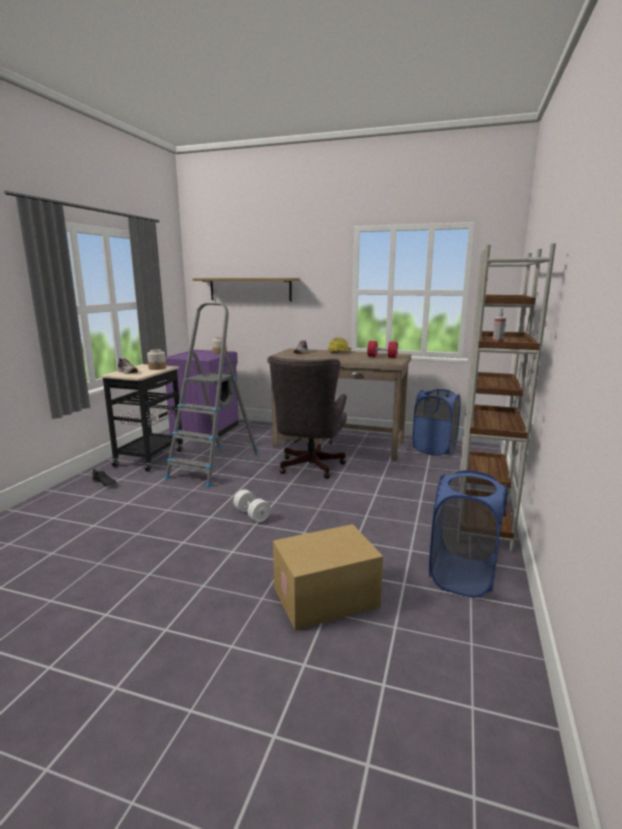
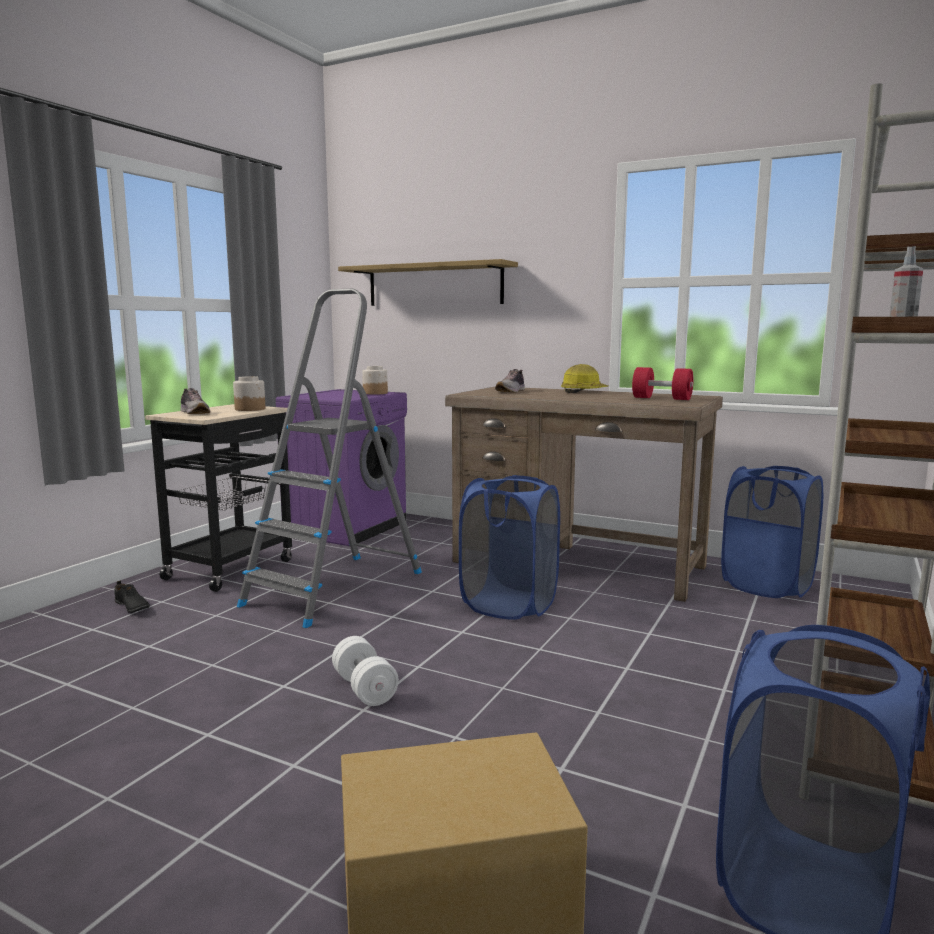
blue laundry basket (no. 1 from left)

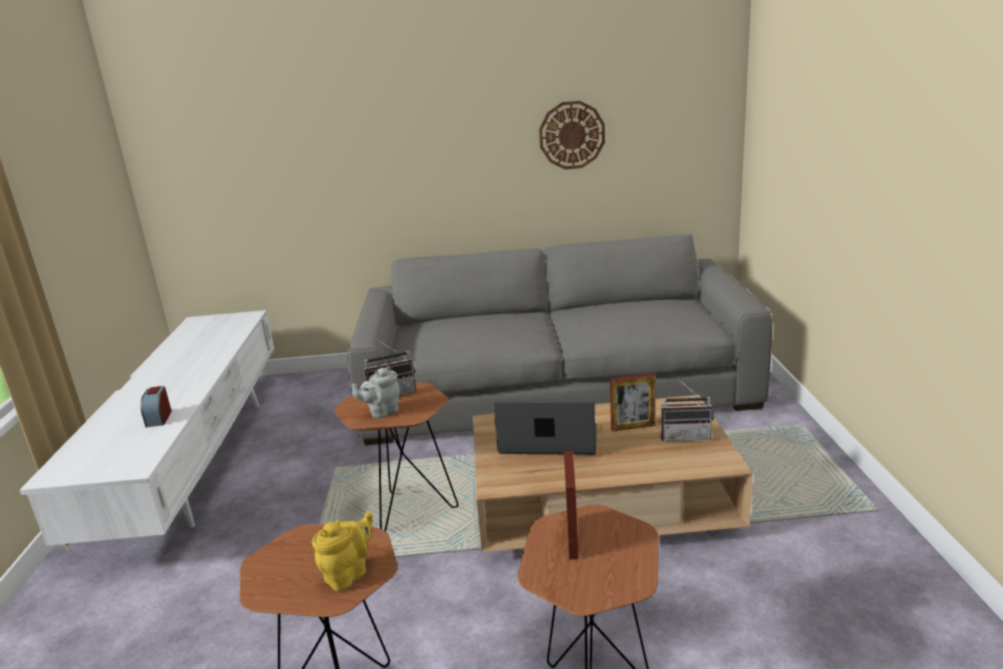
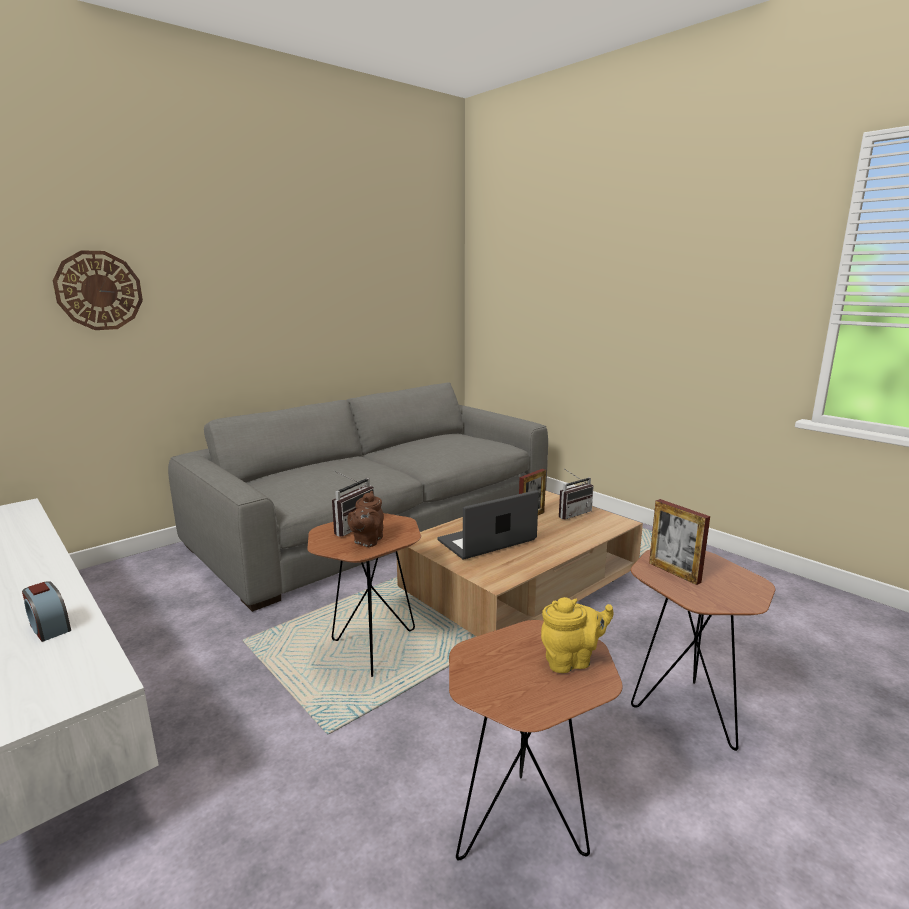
wall clock; brown teapot; yellow teapot

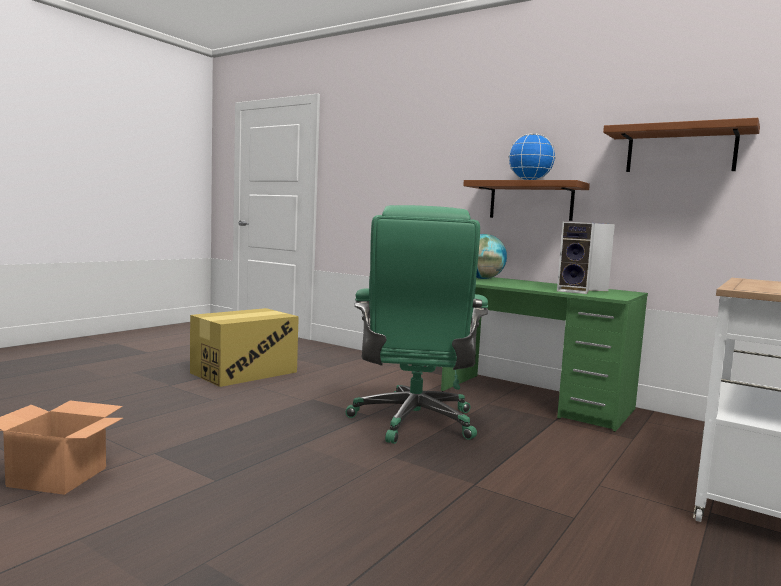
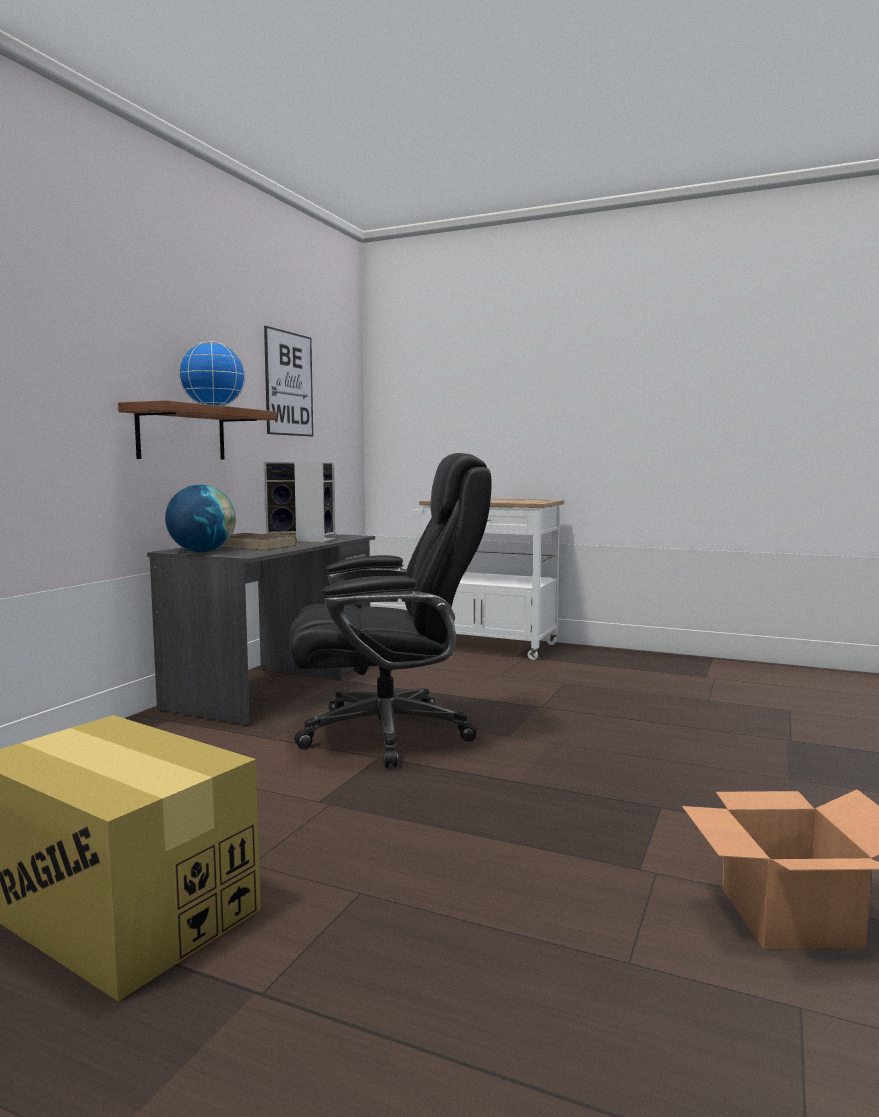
brown book; picture; black office chair; grey desk

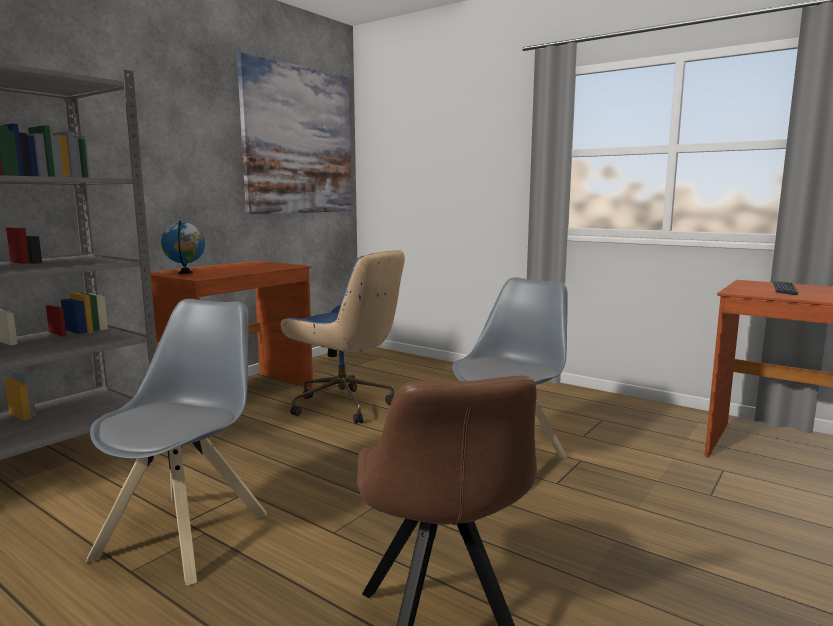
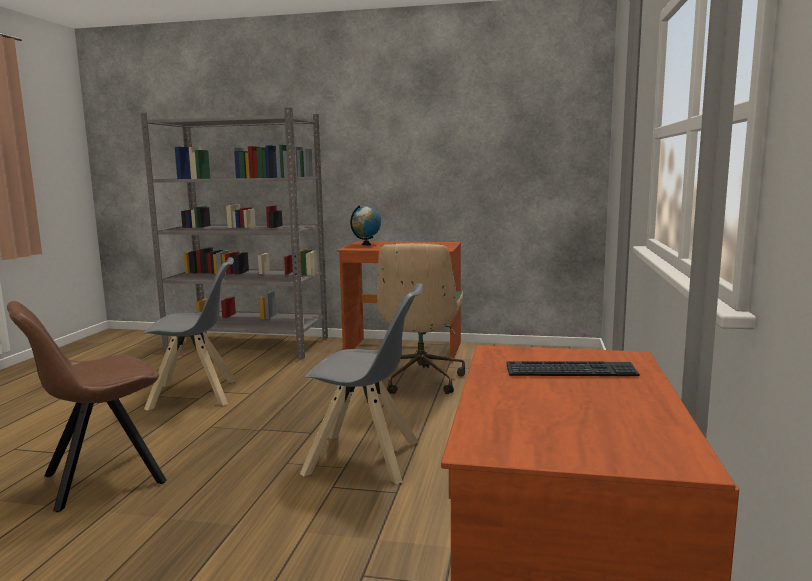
picture; green office chair

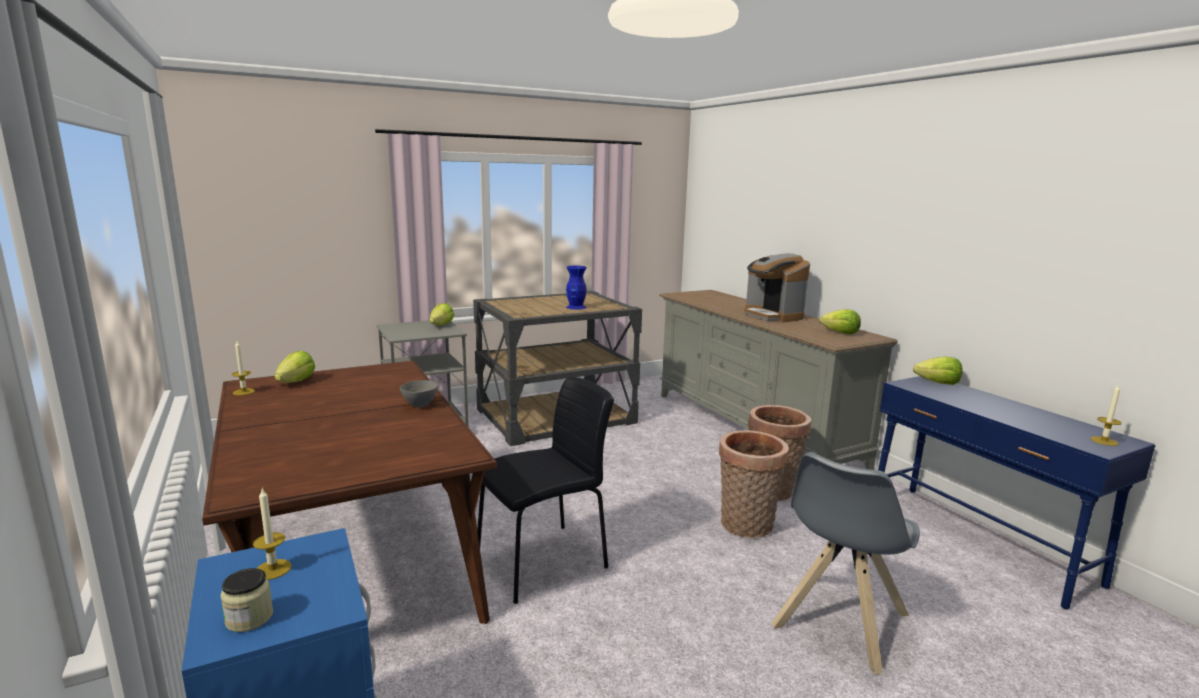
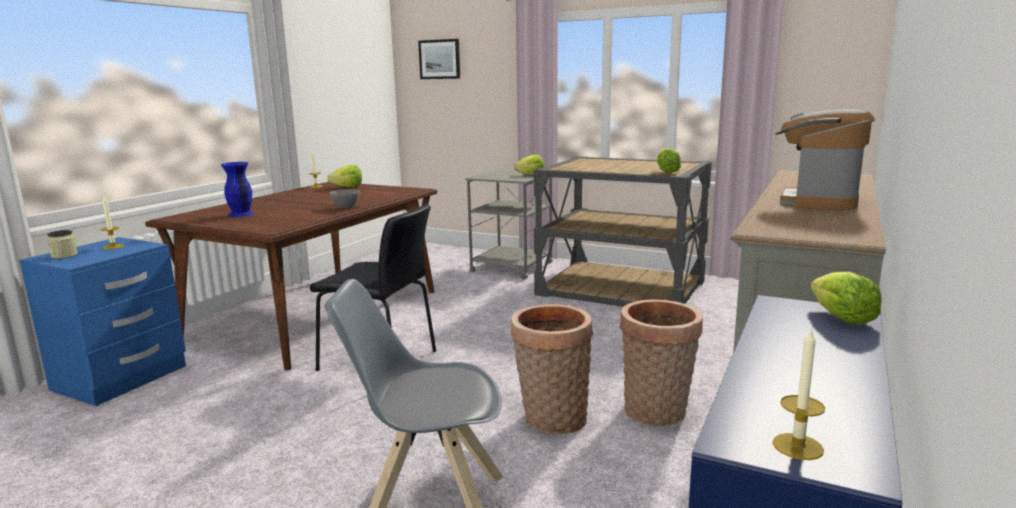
picture; blue vase; lettuce (no. 3 from left)

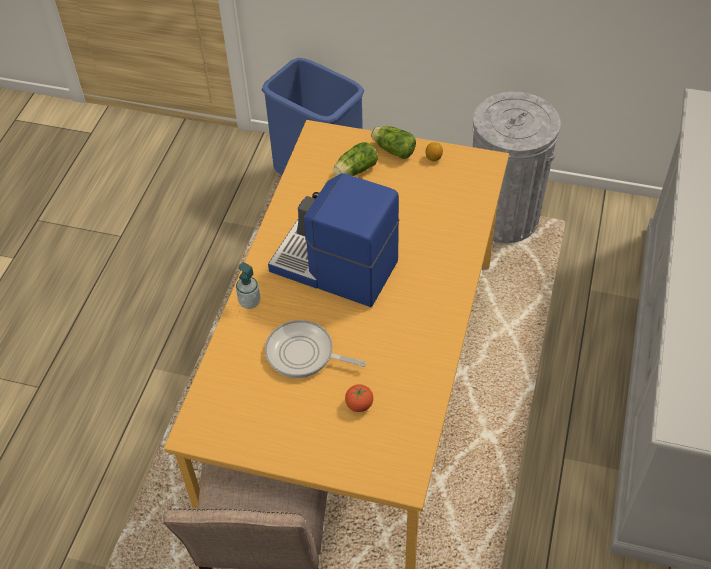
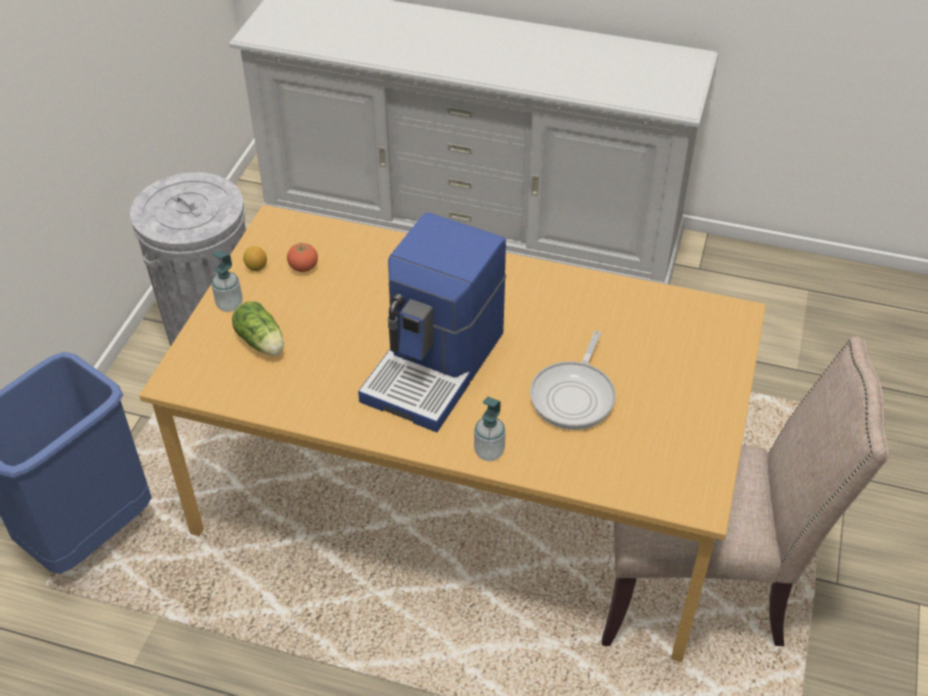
tomato; soap dispenser (no. 1 from left)

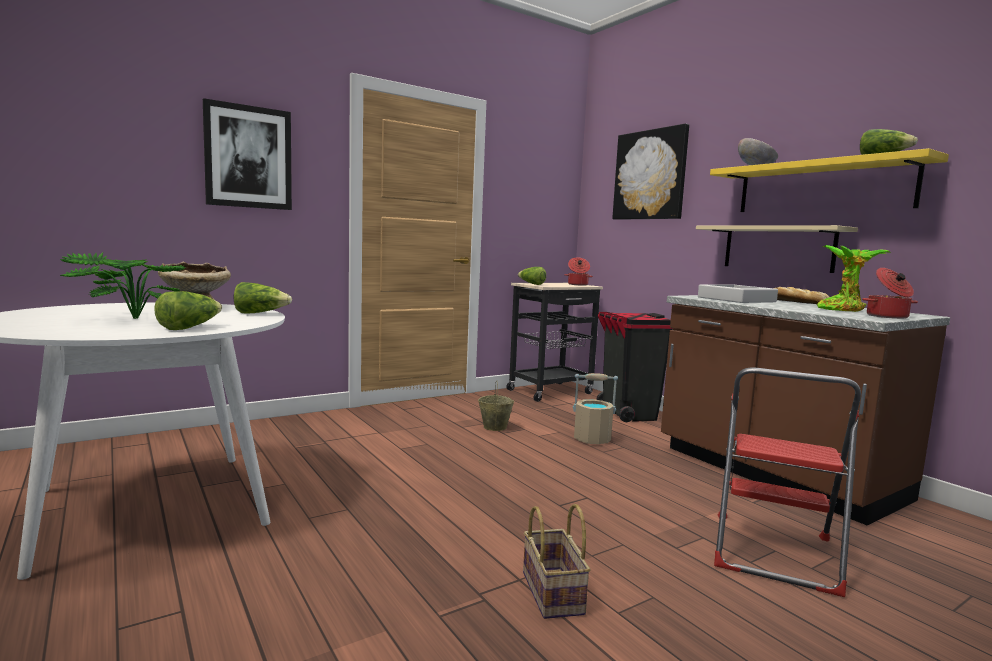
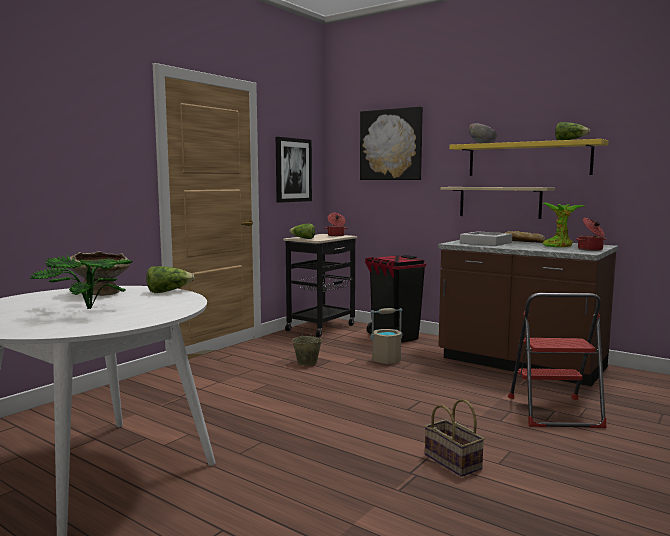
lettuce (no. 1 from left in the first image); picture (no. 1 from left)

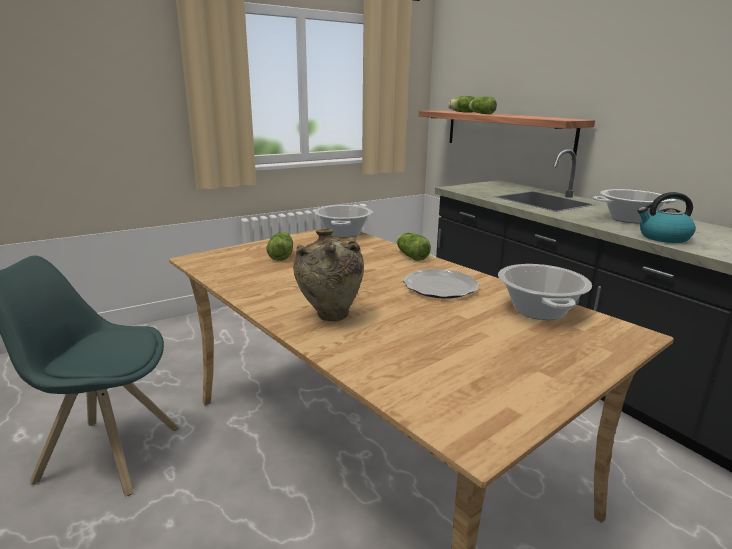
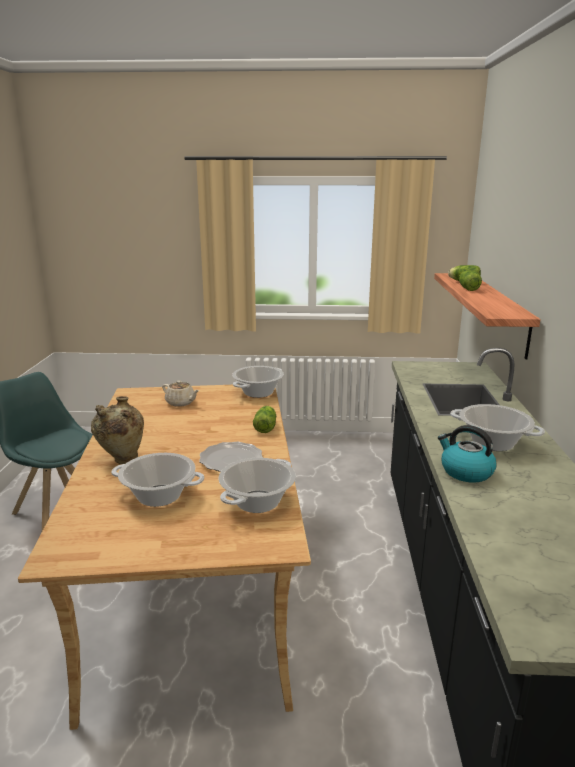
cooking pot (no. 1 from left); beige teapot

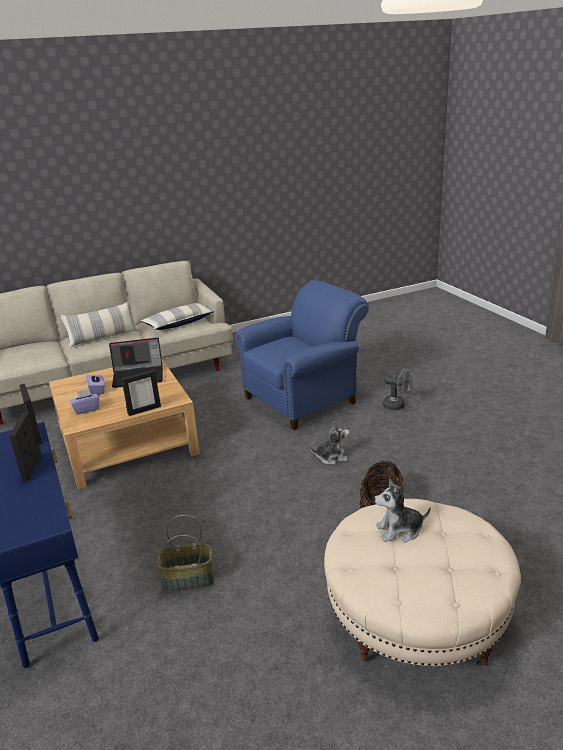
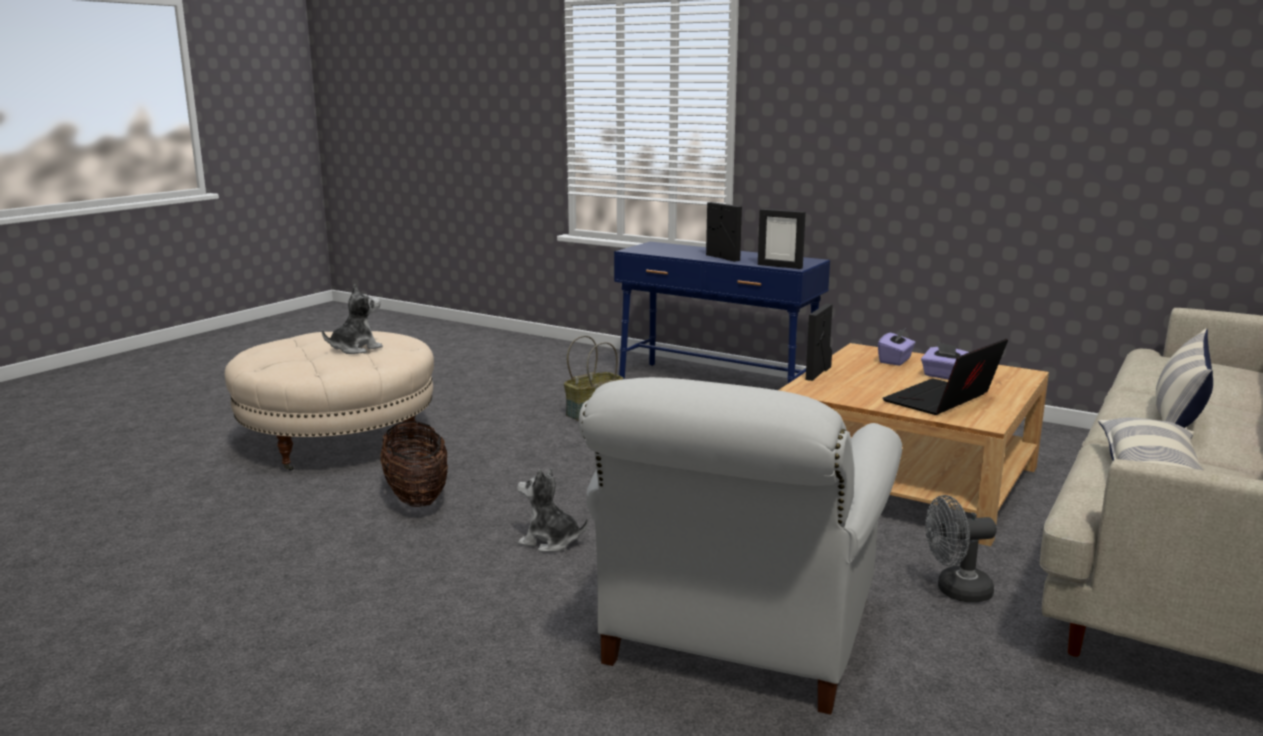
grey fan; white armchair; plush toy (no. 2 from left)

